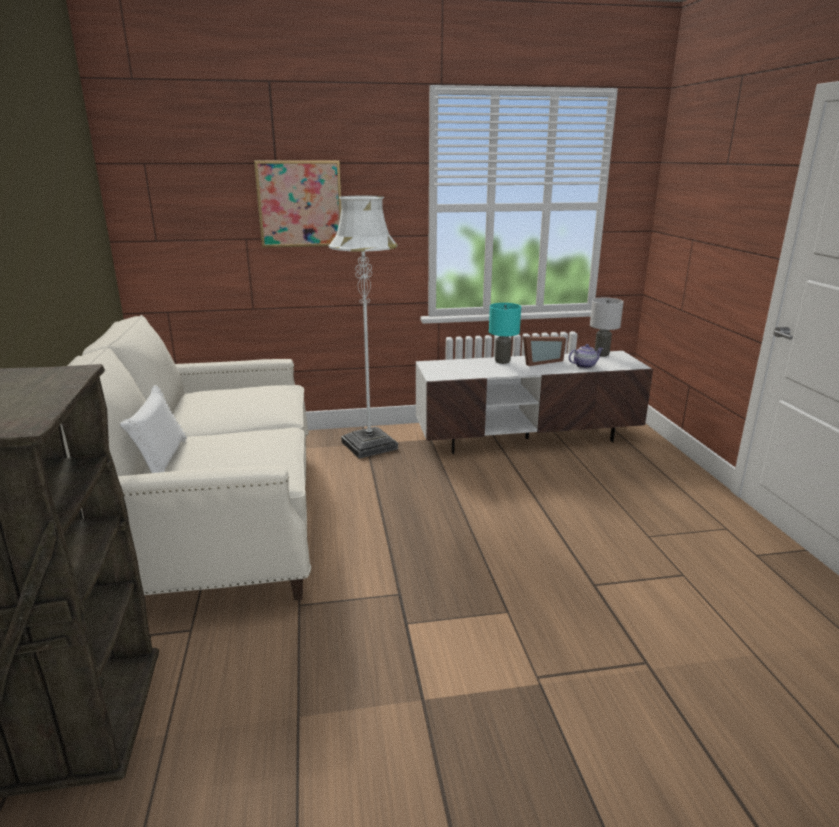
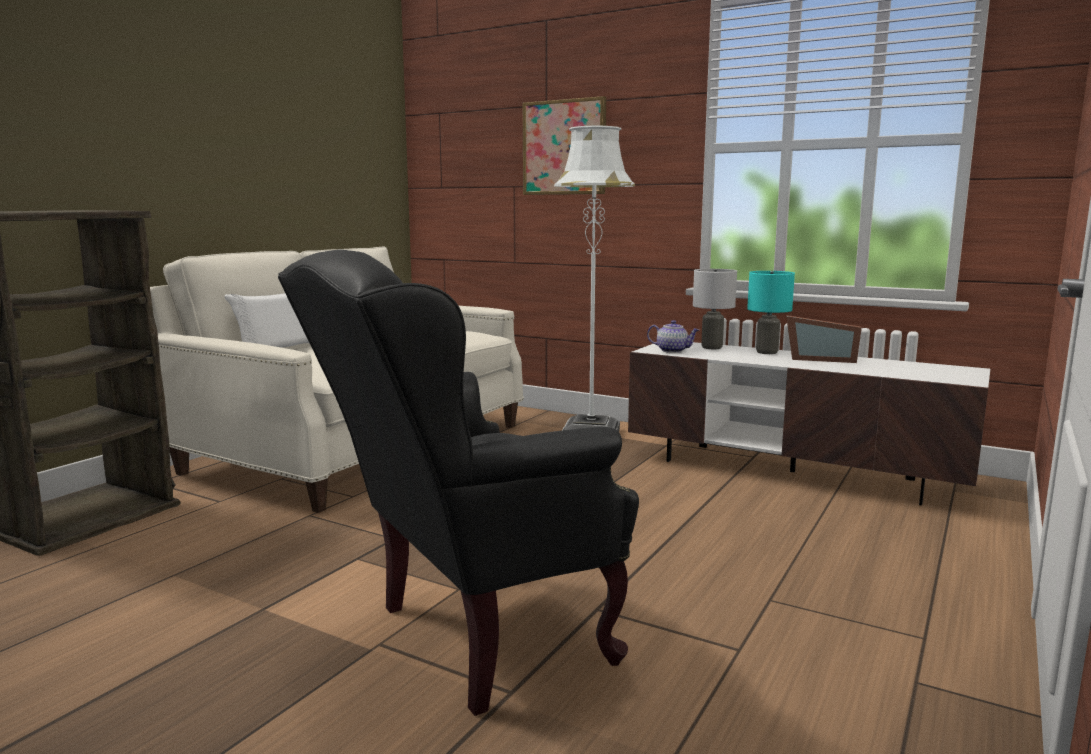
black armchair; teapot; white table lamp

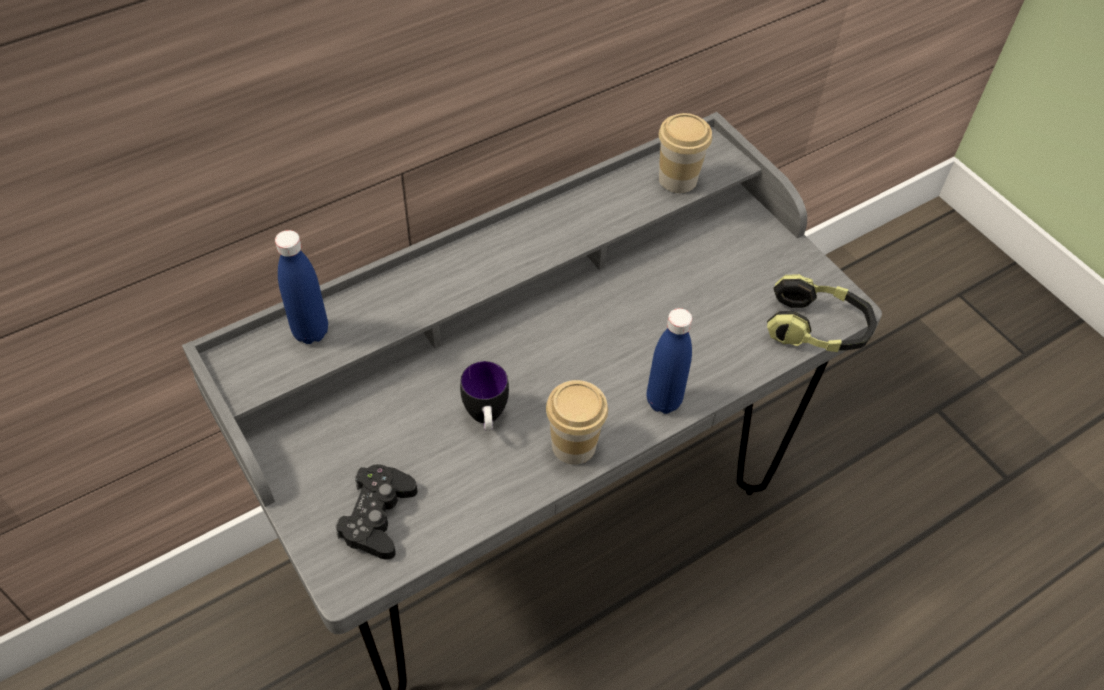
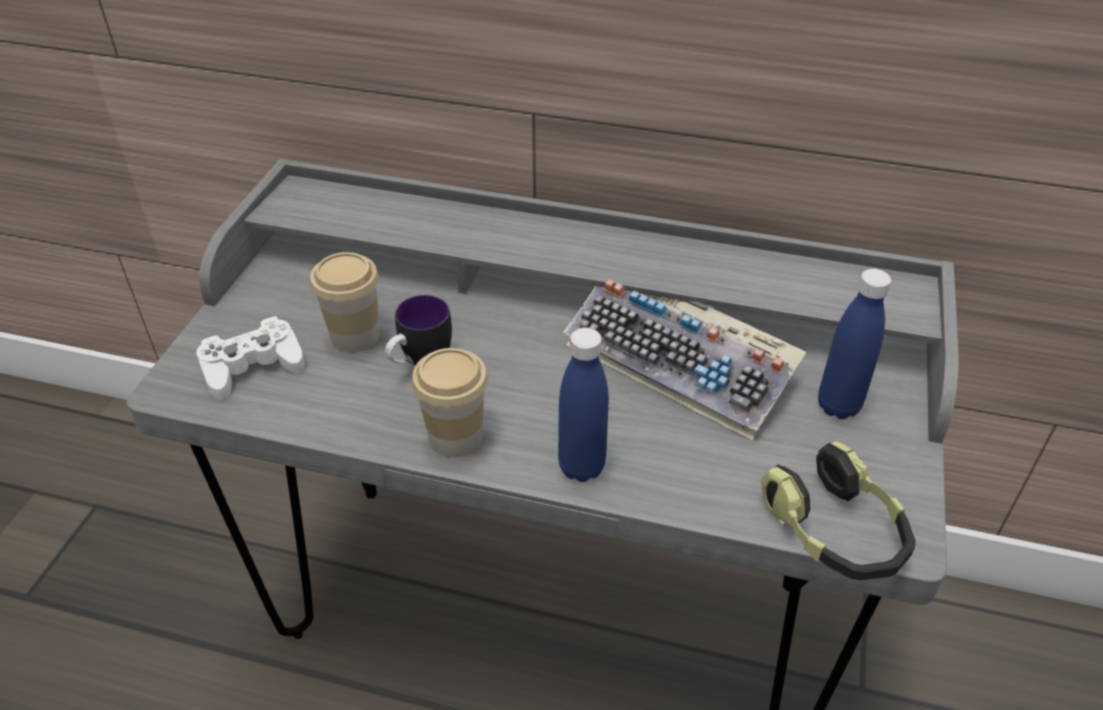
keyboard; blue bottle (no. 2 from left); cup (no. 1 from left); white game controller

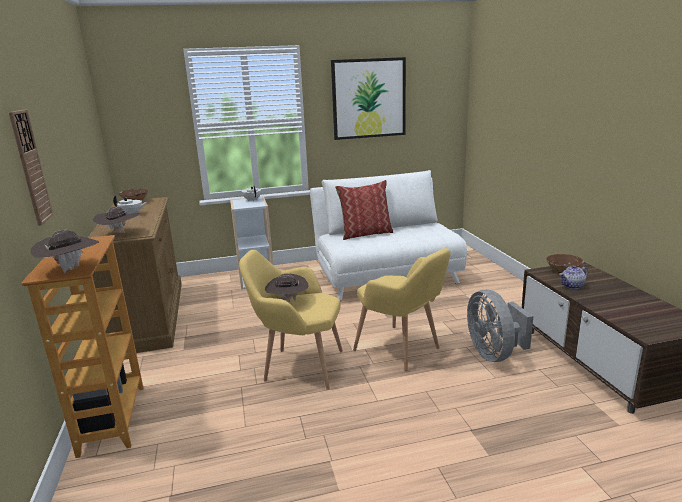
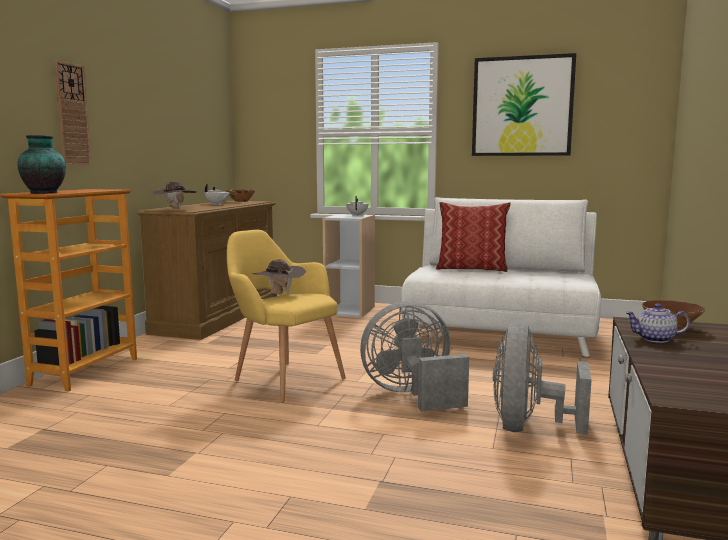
vase; grey fan (no. 1 from left)

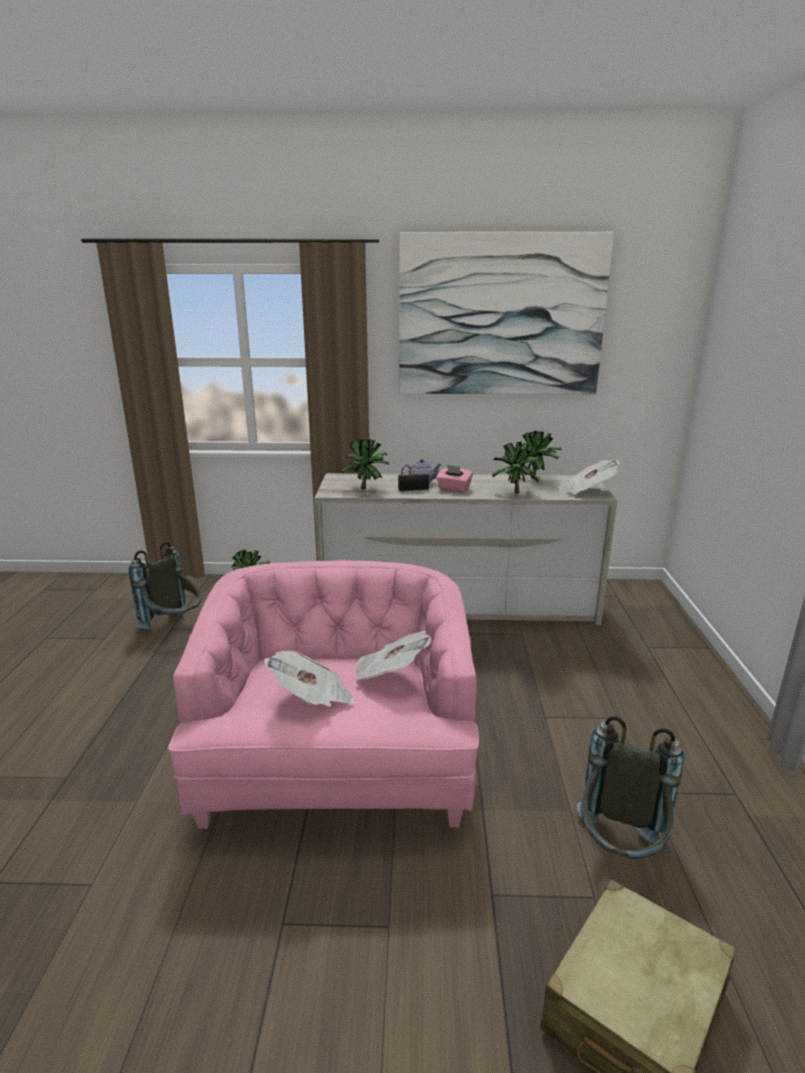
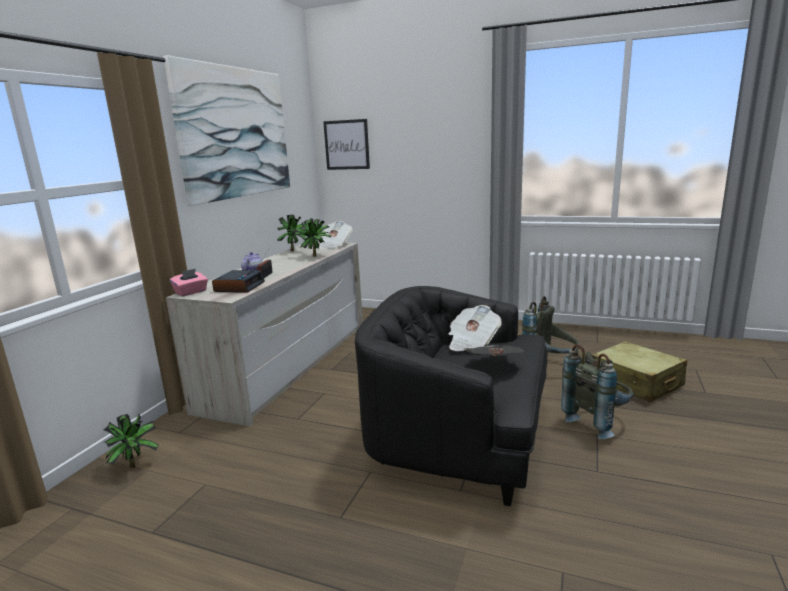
picture (no. 2 from left); grey backpack (no. 2 from left); pink tissue box; alarm clock; black armchair

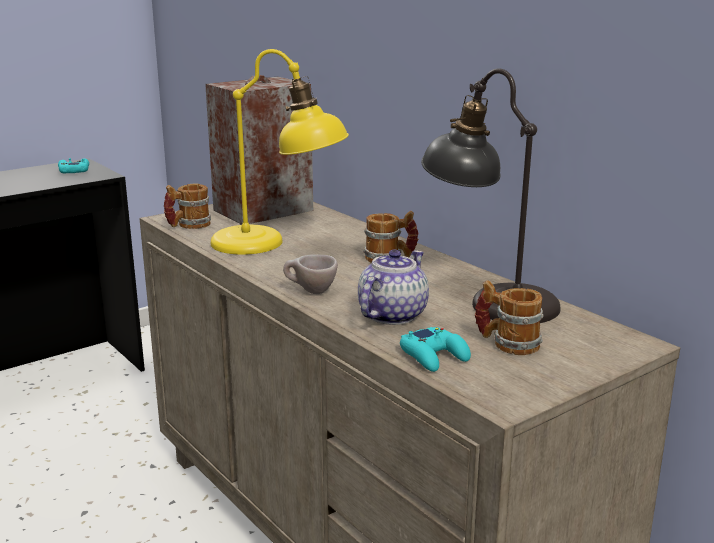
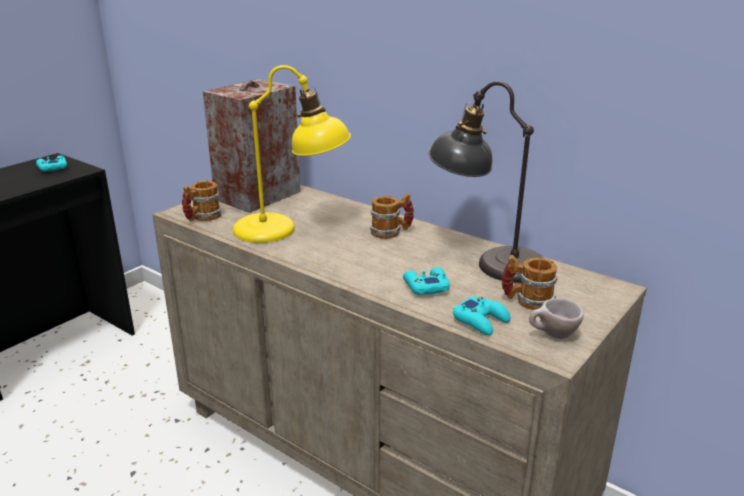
beige cup; turquoise game controller (no. 2 from left)

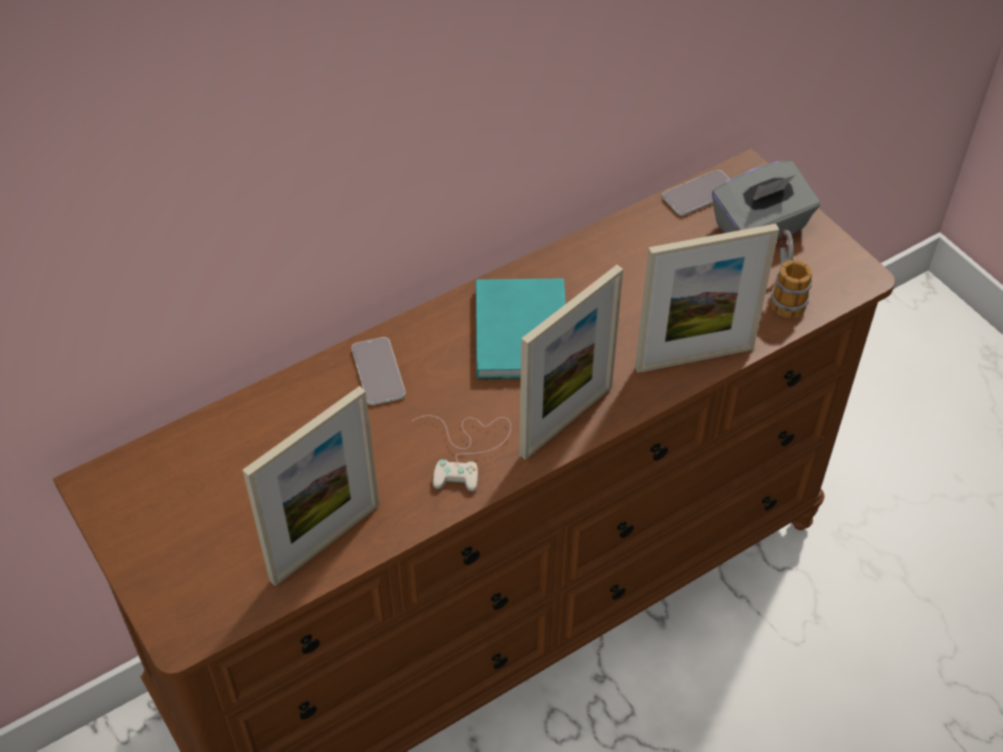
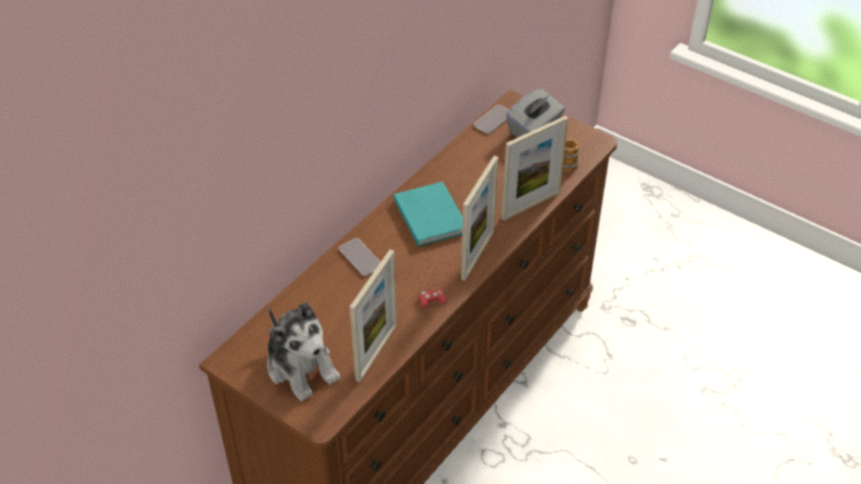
plush toy; red game controller

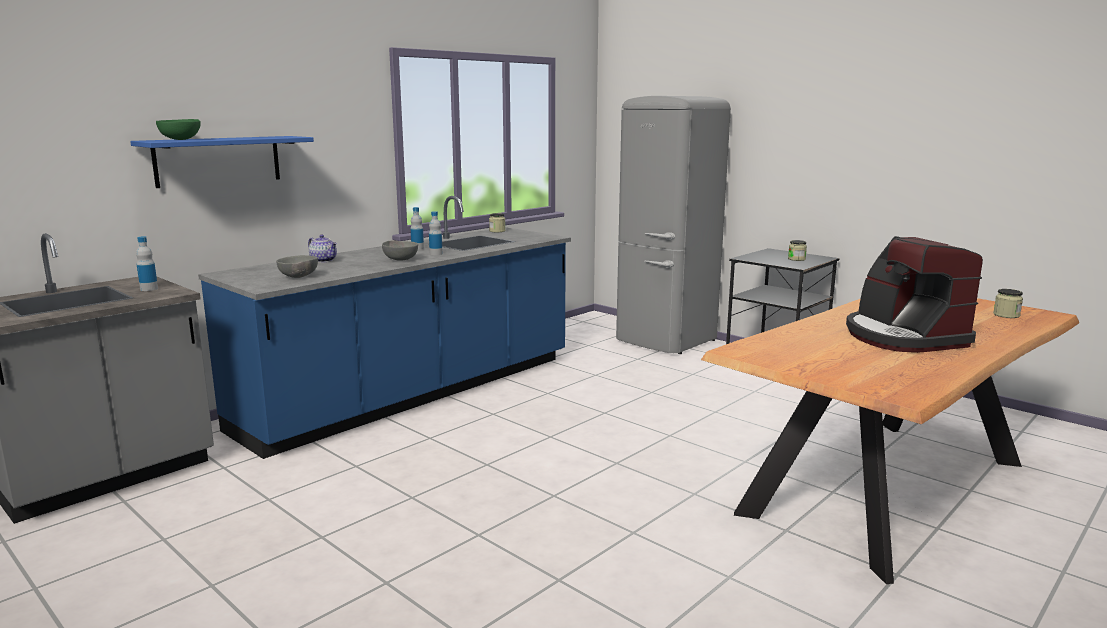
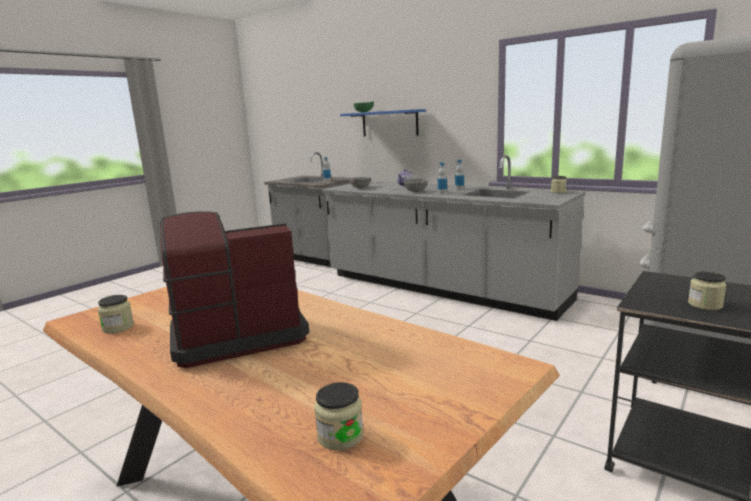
jar (no. 1 from left); grey counter (no. 2 from left)

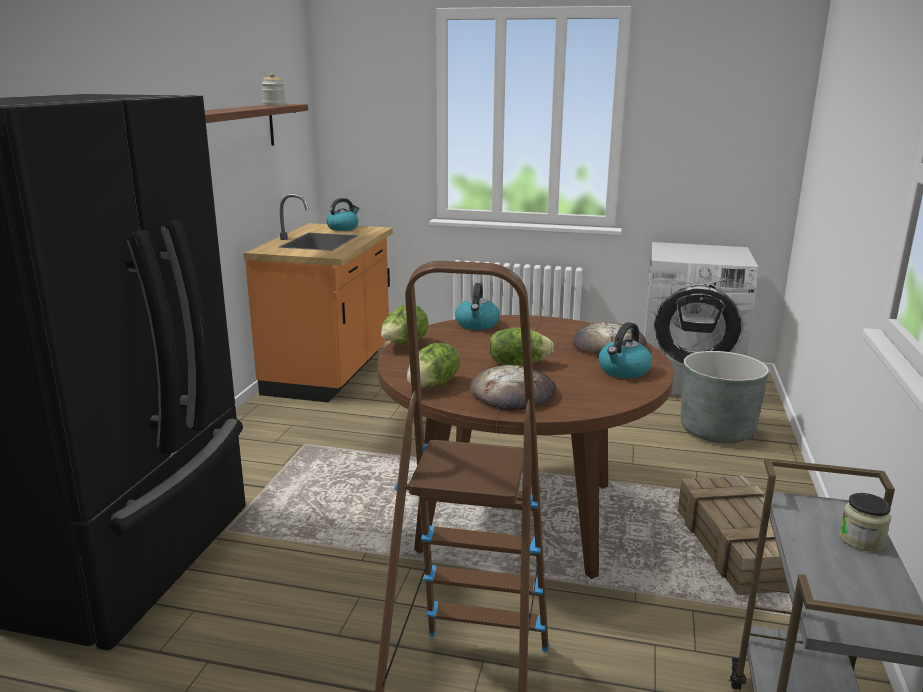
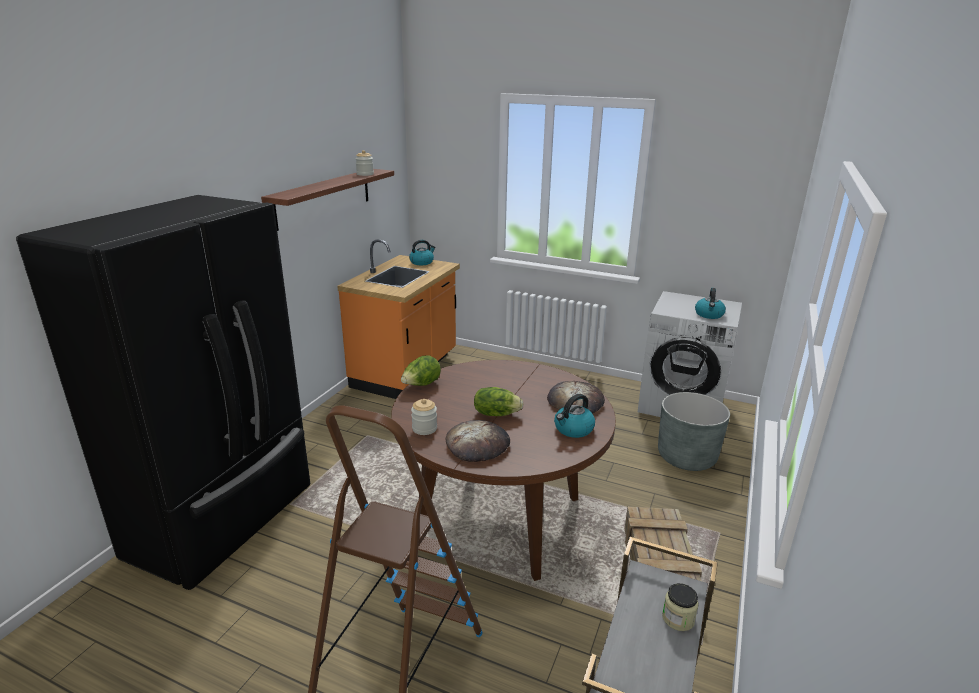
kettle (no. 3 from left); jar (no. 2 from left)

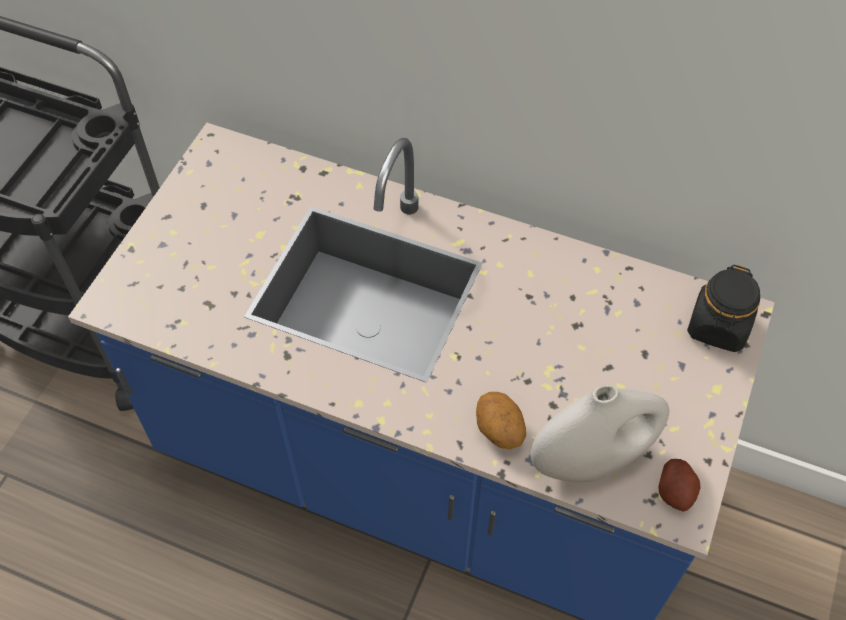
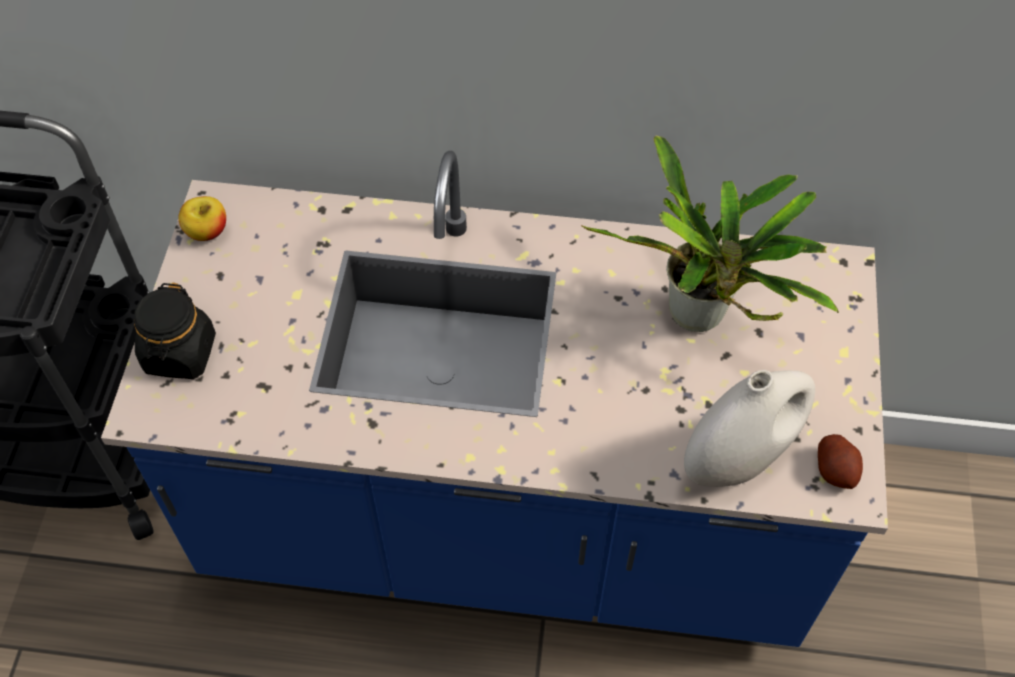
potato (no. 1 from left in the first image); apple; potted plant; black jar

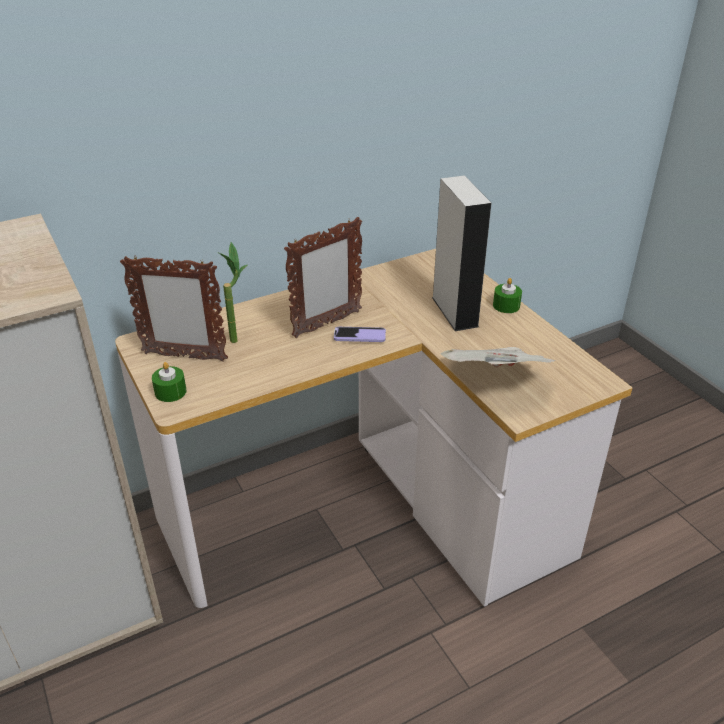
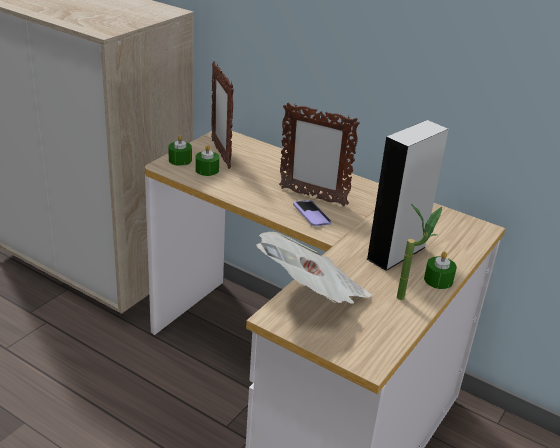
green candle (no. 2 from left); potted plant

